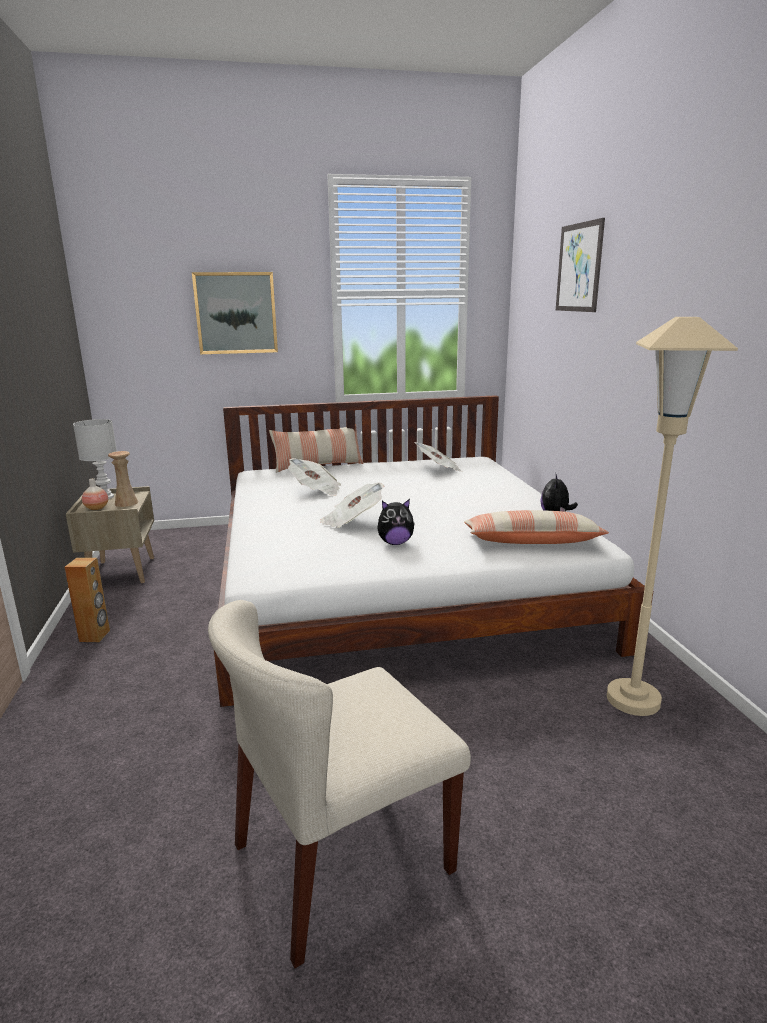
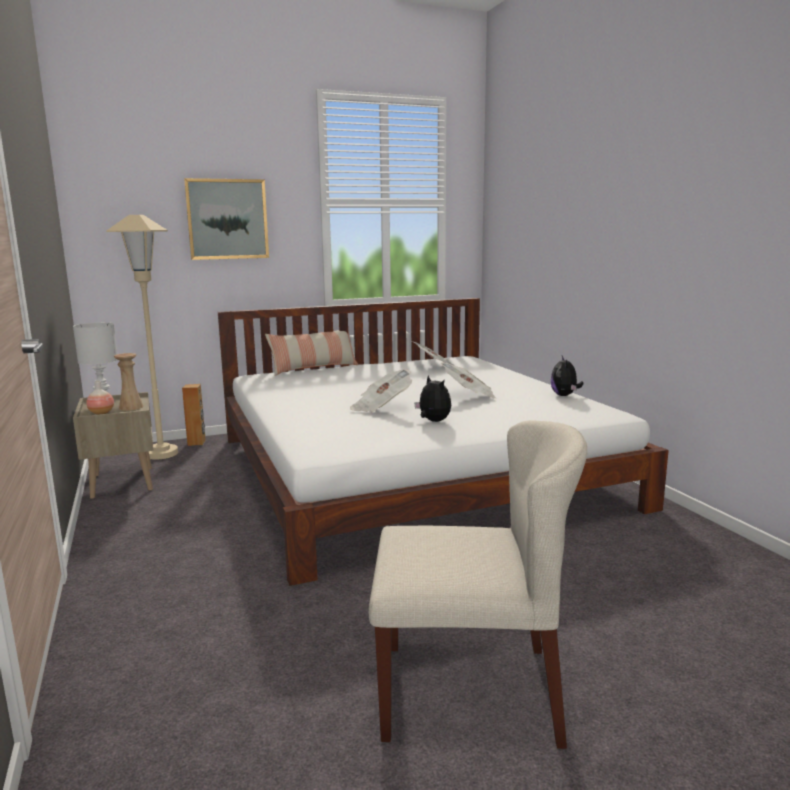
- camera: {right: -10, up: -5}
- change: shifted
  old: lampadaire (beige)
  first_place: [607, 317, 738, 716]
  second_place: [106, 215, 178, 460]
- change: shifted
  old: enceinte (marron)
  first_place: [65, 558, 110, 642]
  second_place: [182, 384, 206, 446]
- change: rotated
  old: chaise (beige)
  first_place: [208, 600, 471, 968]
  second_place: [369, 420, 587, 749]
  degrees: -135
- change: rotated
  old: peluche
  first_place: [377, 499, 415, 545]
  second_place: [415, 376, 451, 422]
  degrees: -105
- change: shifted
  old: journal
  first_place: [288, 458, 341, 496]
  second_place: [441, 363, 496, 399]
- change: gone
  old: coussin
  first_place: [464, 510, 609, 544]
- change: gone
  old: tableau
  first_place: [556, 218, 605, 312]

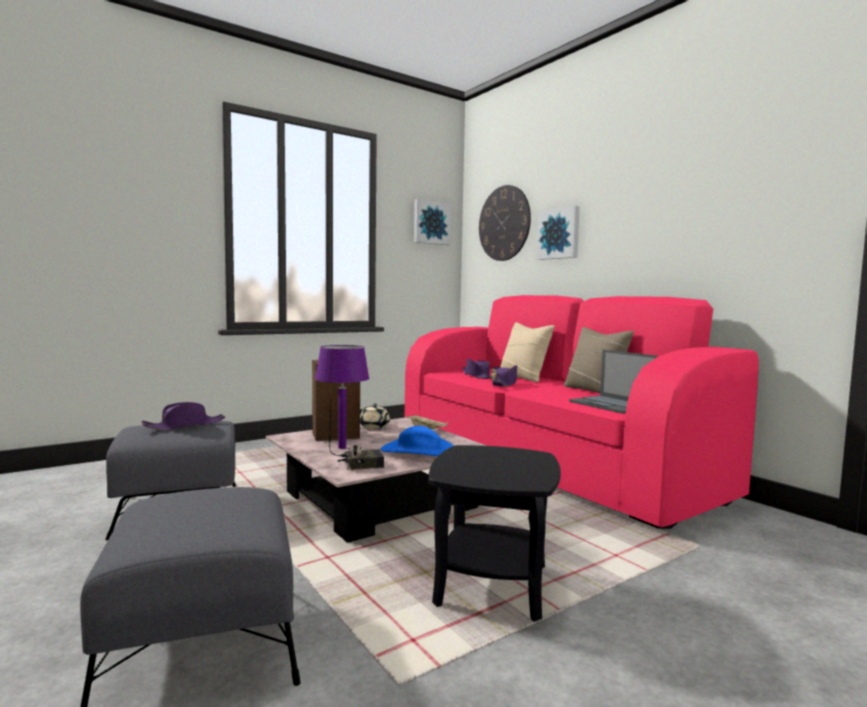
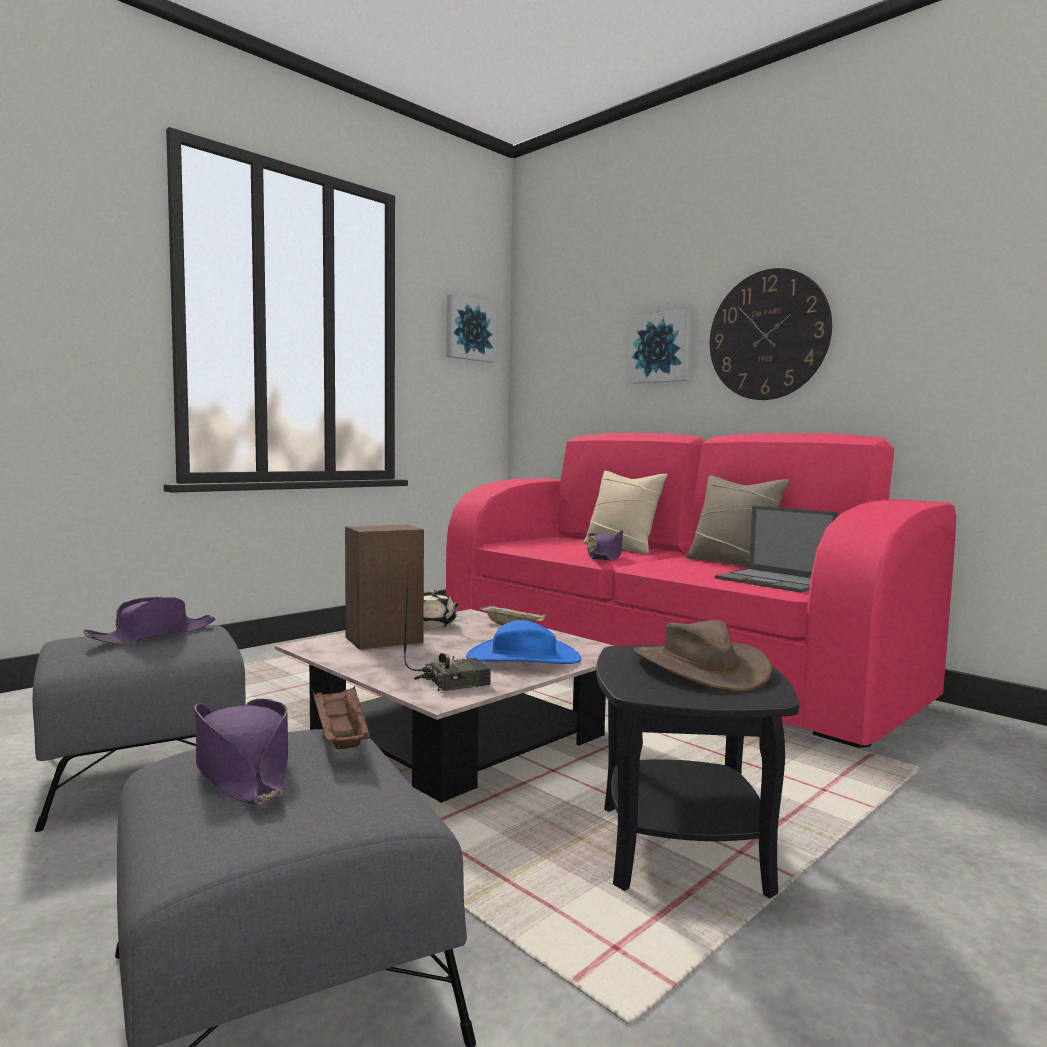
- camera: {right: -10, up: 0}
- change: shifted
  old: chapeau (violet)
  first_place: [463, 358, 492, 379]
  second_place: [195, 699, 289, 804]
- change: new
  new: plateau (marron)
  second_place: [313, 686, 370, 749]
- change: new
  new: chapeau (marron)
  second_place: [633, 620, 773, 692]
- change: shifted
  old: horloge murale
  first_place: [479, 185, 531, 261]
  second_place: [710, 268, 832, 400]
- change: gone
  old: lampe de table (violet)
  first_place: [315, 345, 369, 449]

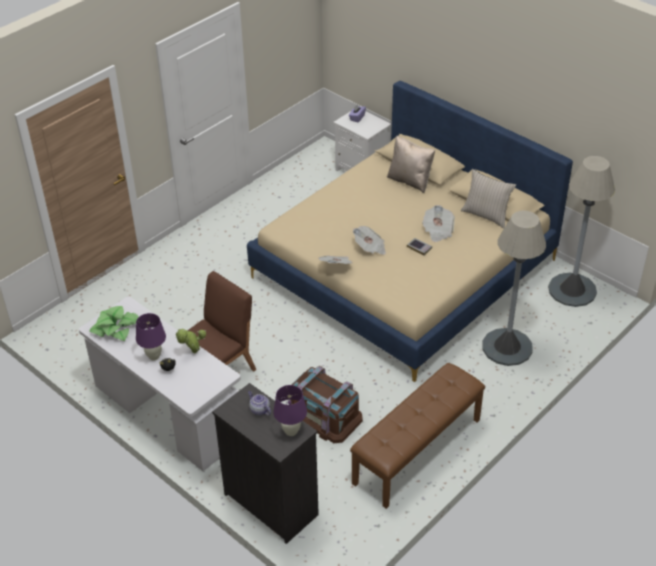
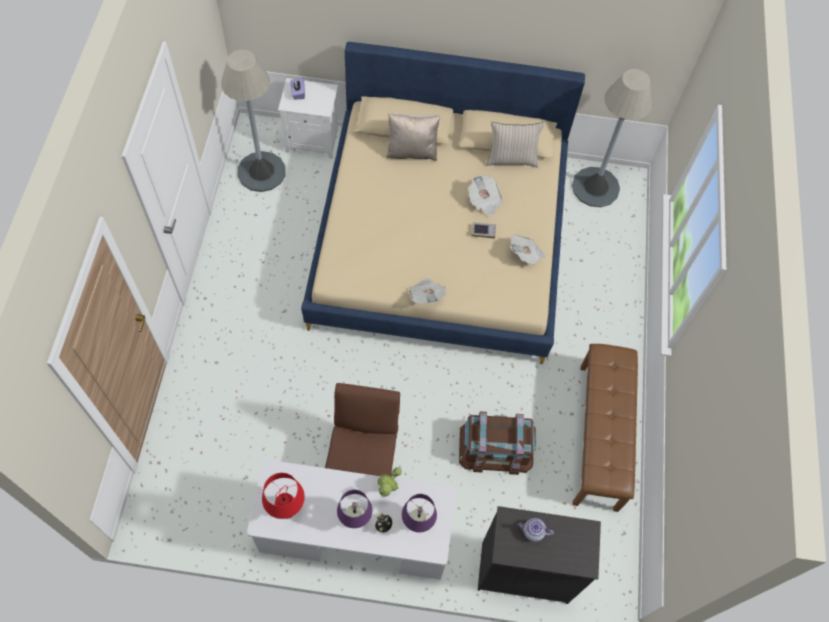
- camera: {right: -40, up: 20}
- change: shifted
  old: lampadaire (gris)
  first_place: [482, 211, 546, 366]
  second_place: [221, 50, 286, 192]
- change: swapped
  old: plante en pot
  new: lampe de table (rouge)
  first_place: [89, 306, 139, 341]
  second_place: [262, 473, 305, 519]
- change: shifted
  old: lampe de table (violet)
  first_place: [273, 385, 307, 436]
  second_place: [402, 494, 437, 532]
- change: shifted
  old: journal
  first_place: [353, 226, 386, 255]
  second_place: [510, 234, 546, 265]

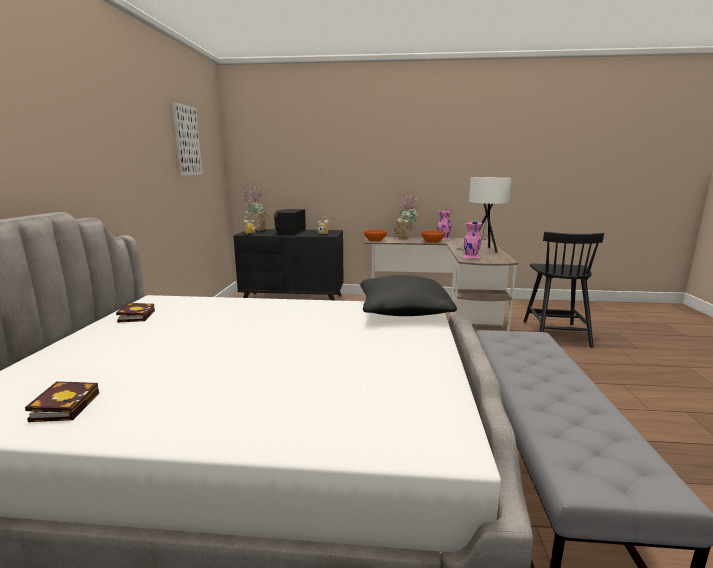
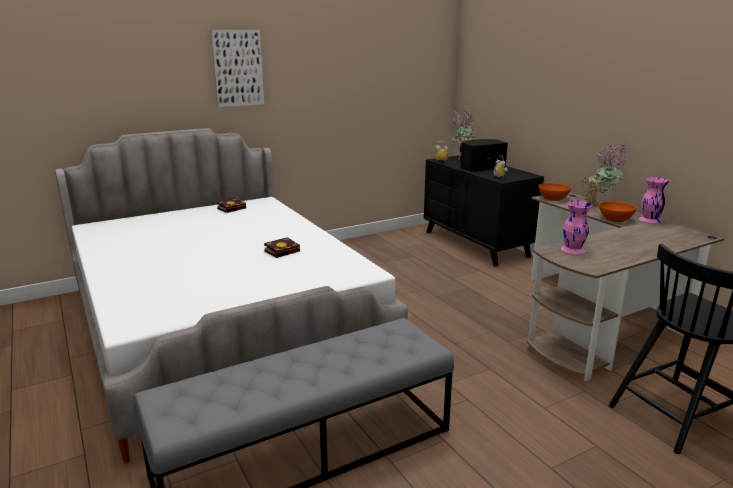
- camera: {right: 55, up: 5}
- change: shifted
  old: tableau
  first_place: [172, 102, 202, 176]
  second_place: [211, 30, 264, 107]
- change: shifted
  old: livre
  first_place: [25, 381, 99, 422]
  second_place: [264, 237, 300, 258]
- change: gone
  old: coussin (noir)
  first_place: [360, 275, 457, 316]
- change: gone
  old: lampe de table (blanc)
  first_place: [457, 177, 511, 253]

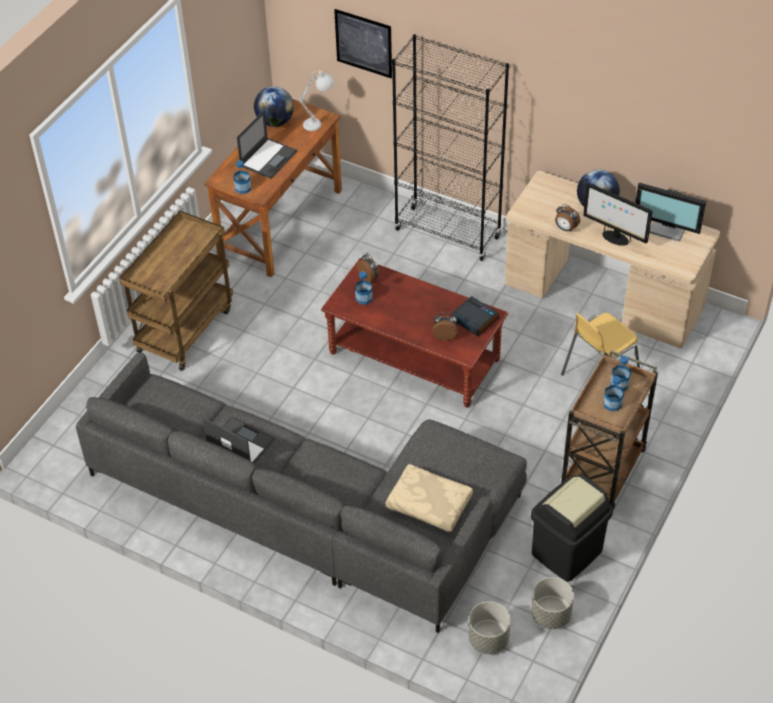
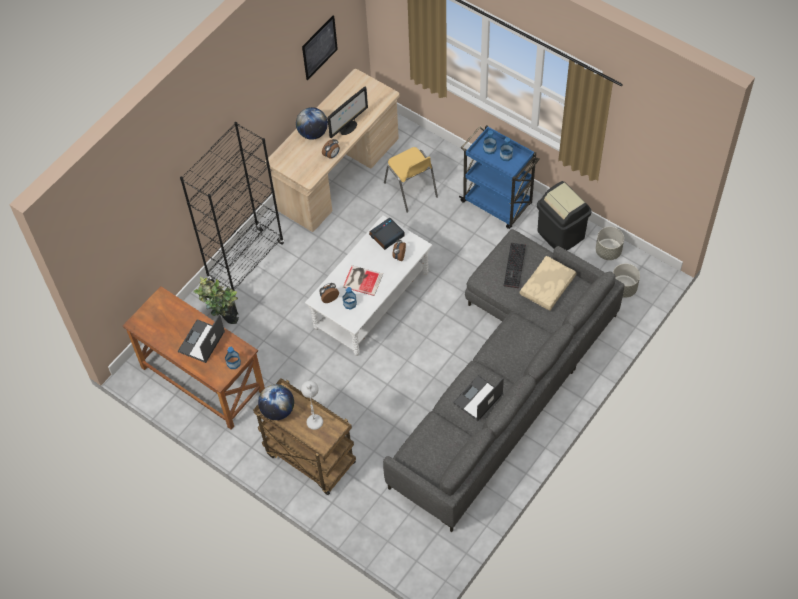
- camera: {right: -80, up: 10}
- change: rotated
  old: ordinateur portable
  first_place: [237, 110, 297, 179]
  second_place: [177, 314, 225, 363]
  degrees: -105
- change: new
  new: plante en pot
  second_place: [193, 276, 239, 324]
- change: shifted
  old: globe
  first_place: [254, 86, 294, 127]
  second_place: [258, 384, 294, 420]
- change: shifted
  old: lampe de table (blanc)
  first_place: [299, 70, 335, 131]
  second_place: [301, 380, 323, 430]
- change: shifted
  old: tableau
  first_place: [334, 9, 392, 78]
  second_place: [302, 15, 338, 80]
- change: repainted
  old: table basse (marron)
  new: table basse (blanc)
  first_place: [321, 258, 508, 407]
  second_place: [305, 215, 432, 356]
- change: new
  new: livre
  second_place: [343, 265, 383, 296]
- change: repainted
  old: chariot (marron)
  new: chariot (bleu)
  first_place: [561, 350, 658, 509]
  second_place: [459, 125, 540, 229]
- change: new
  new: clavier
  second_place: [504, 243, 526, 288]
- change: gone
  old: écran d'ordinateur
  first_place: [635, 182, 706, 242]

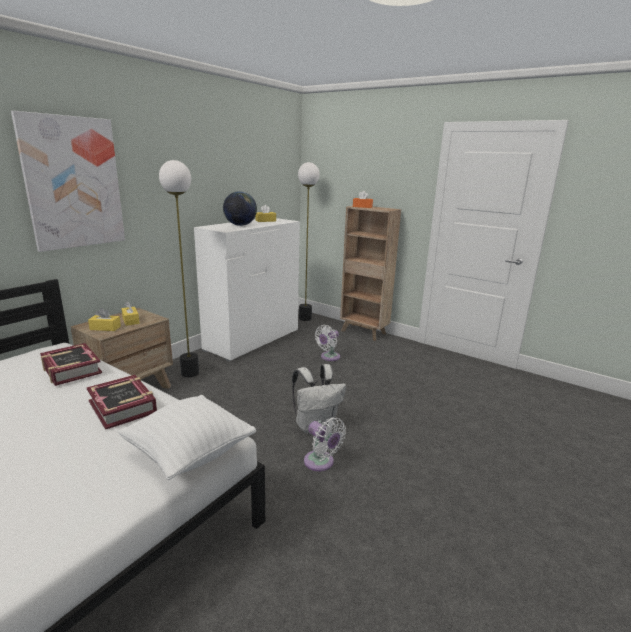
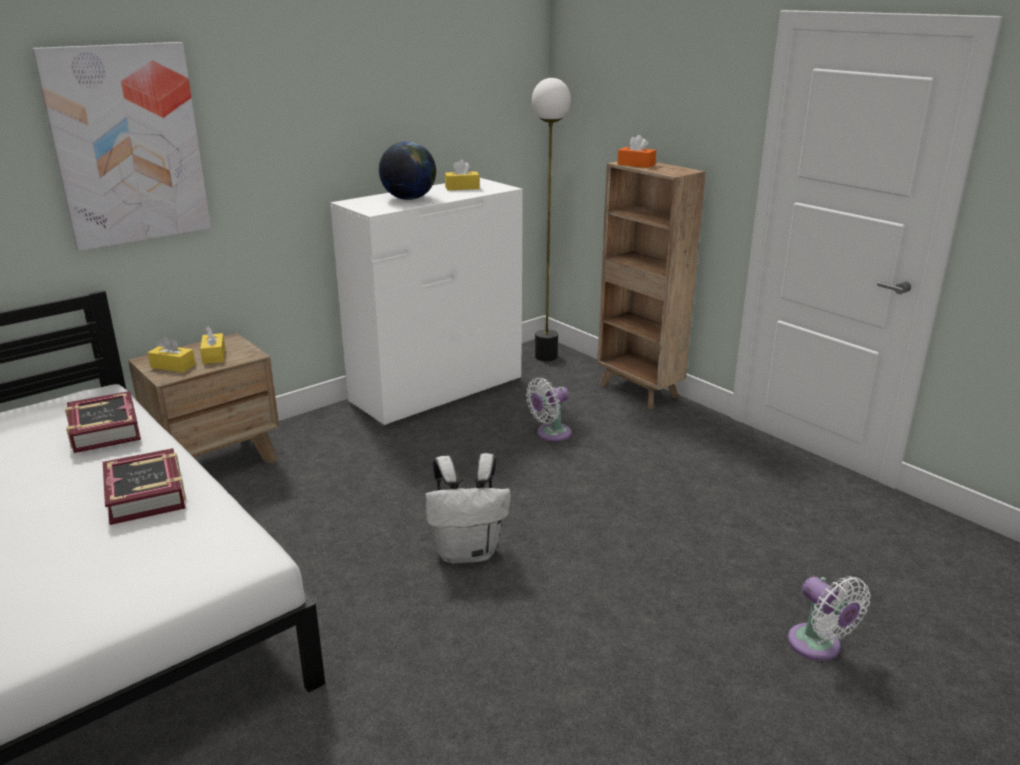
- camera: {right: 15, up: 5}
- change: shifted
  old: ventilateur (blanc)
  first_place: [304, 418, 346, 471]
  second_place: [788, 576, 870, 661]
- change: gone
  old: coussin (blanc)
  first_place: [118, 395, 256, 480]
- change: gone
  old: lampadaire
  first_place: [159, 160, 199, 377]

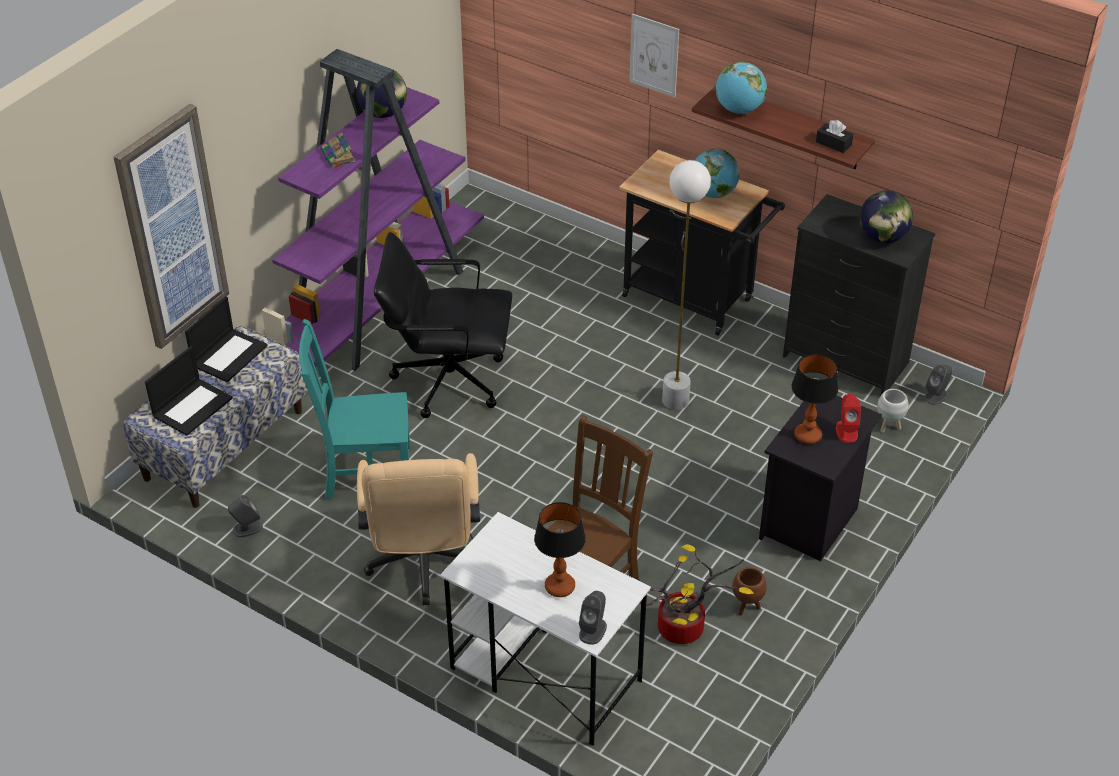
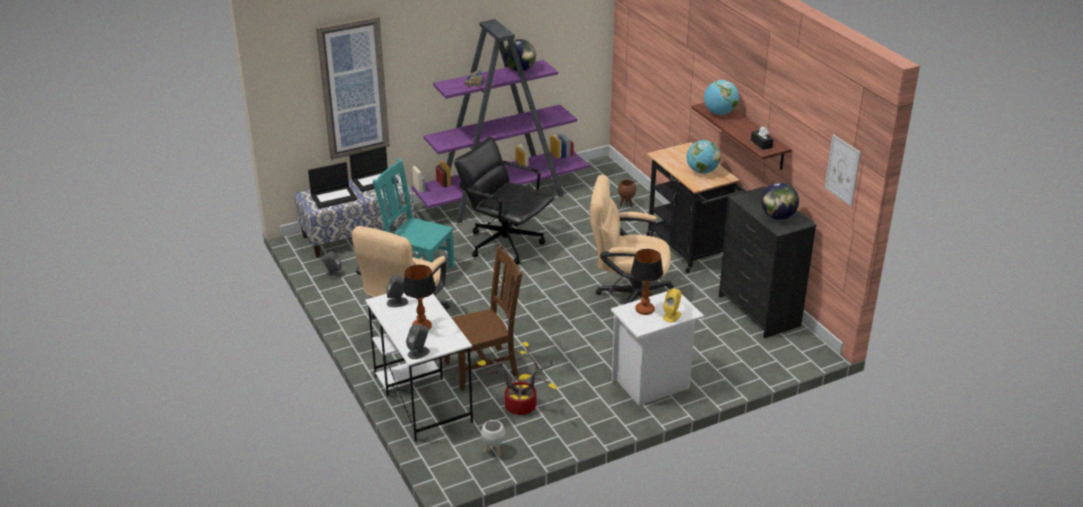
- camera: {right: 30, up: -10}
- change: shifted
  old: enceinte (gris)
  first_place: [924, 364, 953, 405]
  second_place: [387, 275, 408, 307]
- change: shifted
  old: cache-pot (blanc)
  first_place: [877, 389, 909, 433]
  second_place: [481, 420, 505, 456]
- change: swapped
  old: lampadaire (blanc)
  new: chaise de bureau (beige)
  first_place: [662, 160, 711, 410]
  second_place: [590, 175, 674, 305]
- change: repainted
  old: table de chevet (noir)
  new: table de chevet (blanc)
  first_place: [759, 396, 882, 561]
  second_place: [611, 291, 704, 406]
- change: shifted
  old: cache-pot (marron)
  first_place: [732, 567, 767, 615]
  second_place: [618, 180, 636, 207]
- change: repainted
  old: enceinte (rouge)
  new: enceinte (jaune)
  first_place: [836, 394, 861, 443]
  second_place: [663, 289, 681, 323]
- change: shifted
  old: tableau
  first_place: [629, 14, 679, 98]
  second_place: [825, 134, 861, 207]

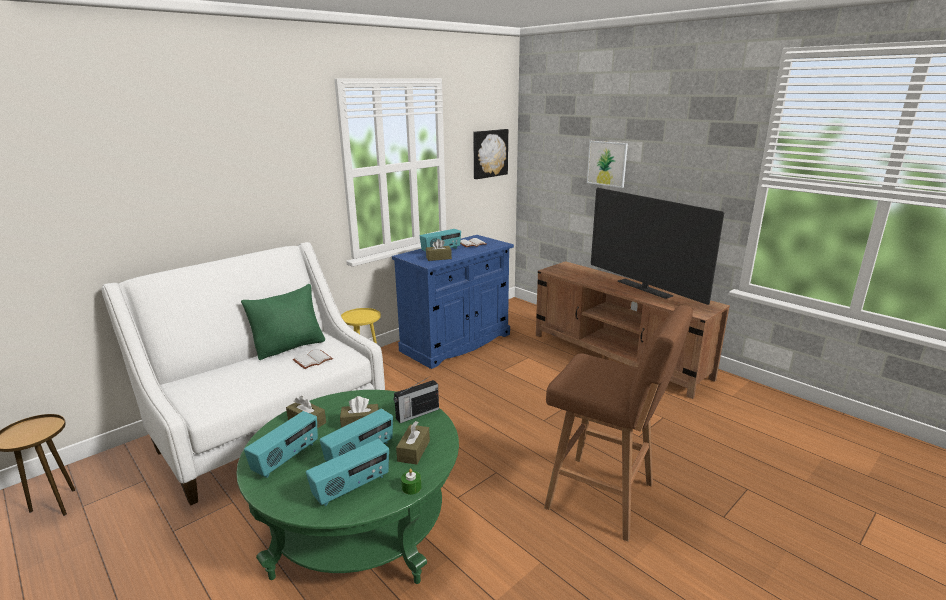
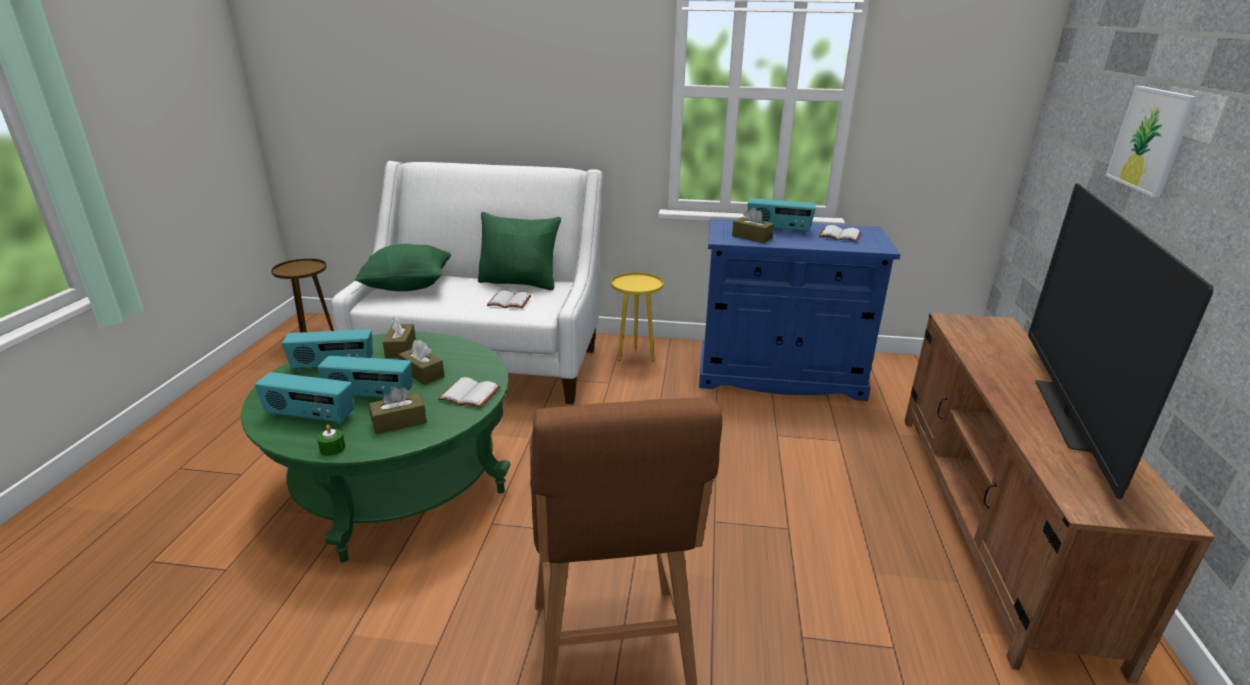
- camera: {right: 50, up: 5}
- change: new
  new: coussin (vert)
  second_place: [355, 244, 451, 291]
- change: swapped
  old: radio
  new: livre (blanc)
  first_place: [393, 377, 439, 423]
  second_place: [438, 377, 501, 408]
- change: gone
  old: tableau
  first_place: [473, 129, 508, 179]

